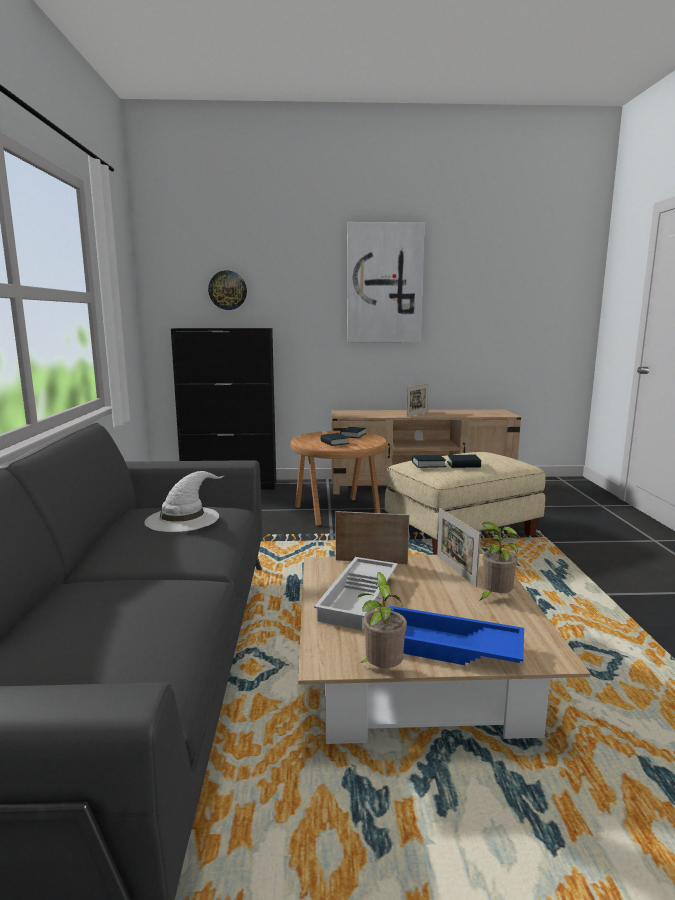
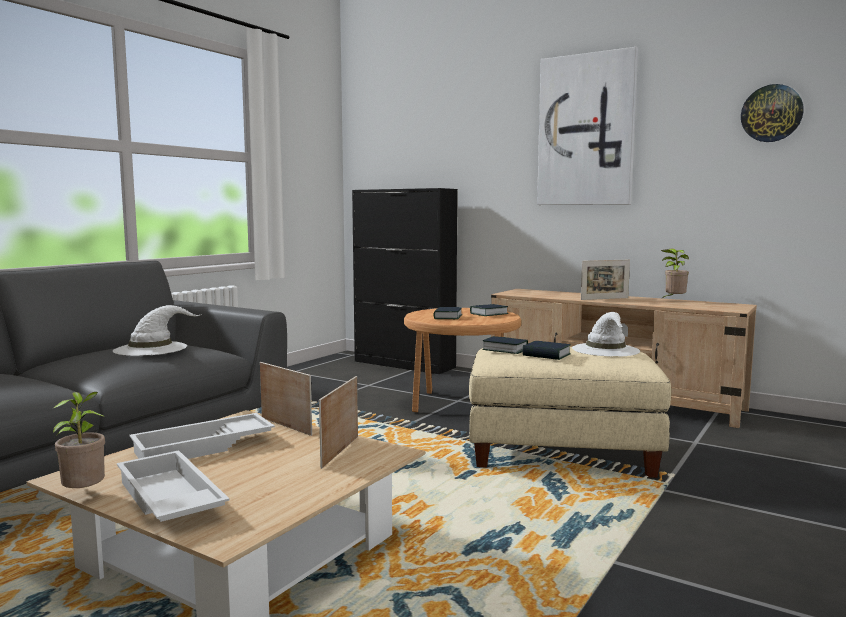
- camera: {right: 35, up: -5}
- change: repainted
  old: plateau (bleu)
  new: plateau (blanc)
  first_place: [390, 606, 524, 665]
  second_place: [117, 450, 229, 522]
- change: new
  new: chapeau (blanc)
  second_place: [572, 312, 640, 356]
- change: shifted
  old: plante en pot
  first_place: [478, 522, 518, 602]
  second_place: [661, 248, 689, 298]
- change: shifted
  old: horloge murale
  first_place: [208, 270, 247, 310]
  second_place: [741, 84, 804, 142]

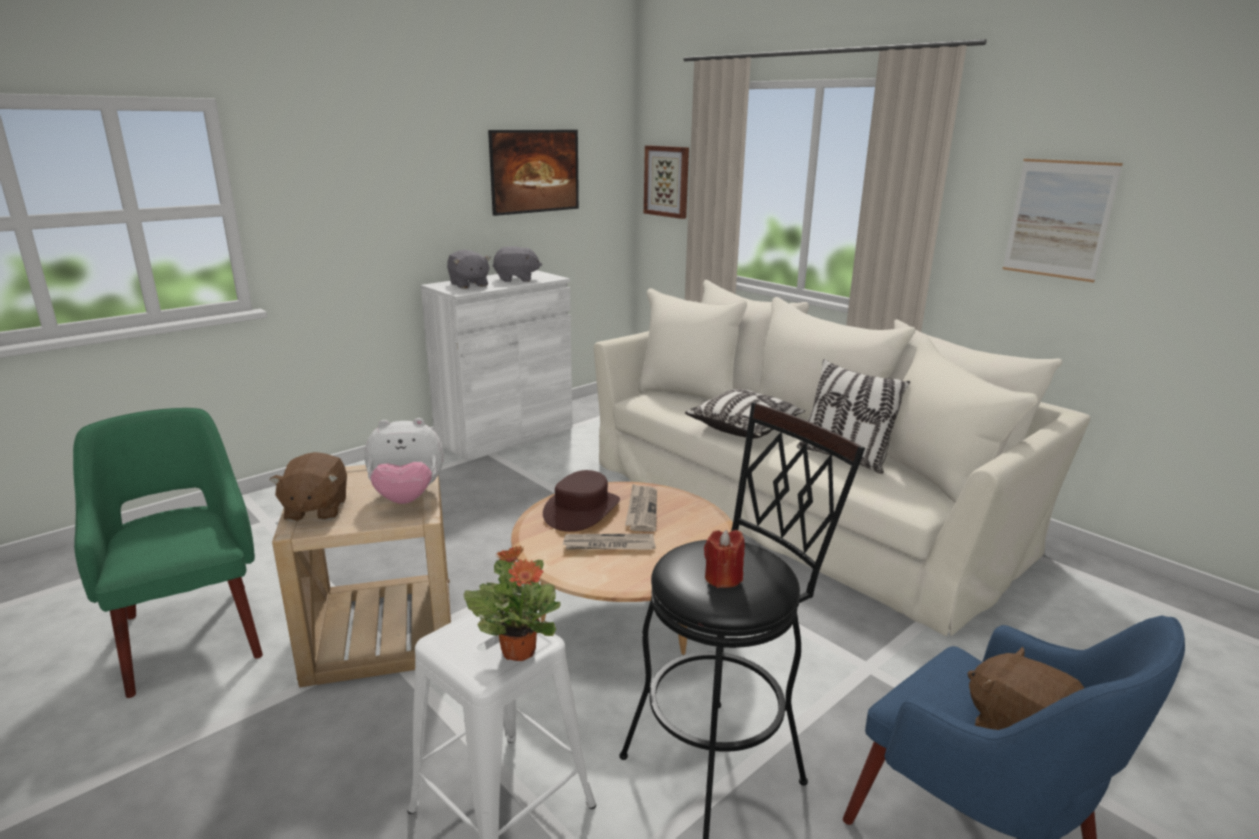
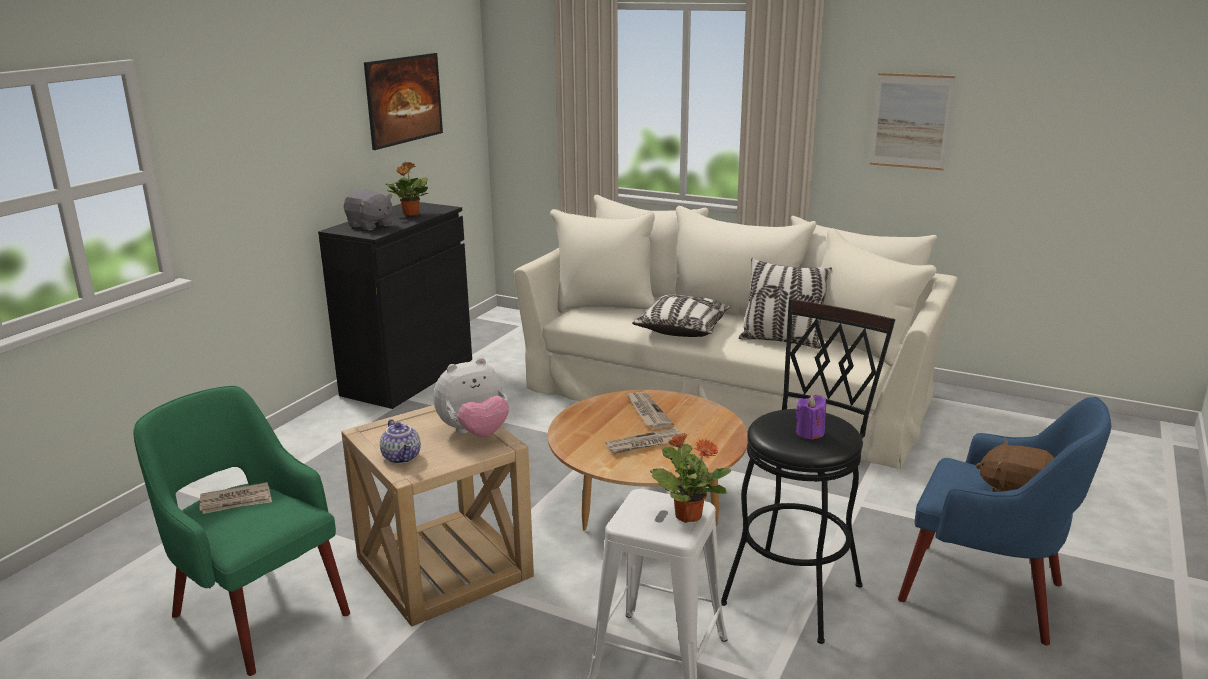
- camera: {right: -20, up: 0}
- change: new
  new: journal
  second_place: [200, 482, 272, 514]
- change: repainted
  old: meuble de rangement (blanc)
  new: meuble de rangement (noir)
  first_place: [421, 270, 572, 461]
  second_place: [318, 202, 472, 409]
- change: swapped
  old: peluche (marron)
  new: théière
  first_place: [270, 452, 347, 521]
  second_place: [380, 419, 421, 464]
- change: swapped
  old: peluche (gris)
  new: plante en pot
  first_place: [493, 246, 542, 282]
  second_place: [386, 162, 428, 216]
- change: repainted
  old: bougie (rouge)
  new: bougie (violet)
  first_place: [704, 530, 745, 588]
  second_place: [795, 395, 826, 440]
- change: gone
  old: chapeau (marron)
  first_place: [543, 470, 620, 532]
- change: gone
  old: tableau
  first_place: [644, 145, 689, 219]

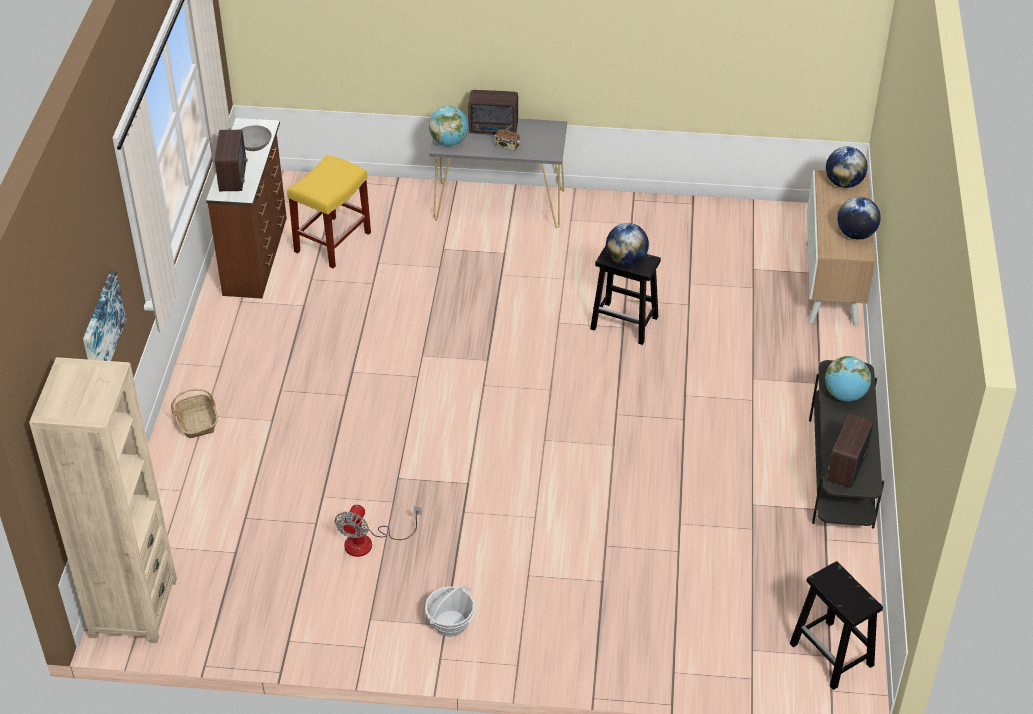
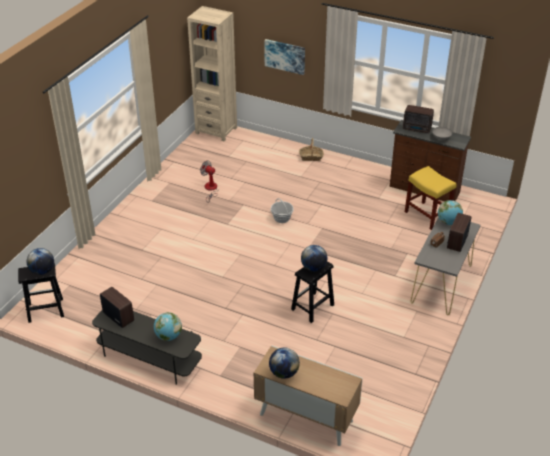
- camera: {right: 110, up: -5}
- change: shifted
  old: globe
  first_place: [826, 146, 868, 188]
  second_place: [27, 248, 54, 275]
- change: shifted
  old: panier
  first_place: [425, 586, 475, 637]
  second_place: [271, 198, 294, 223]

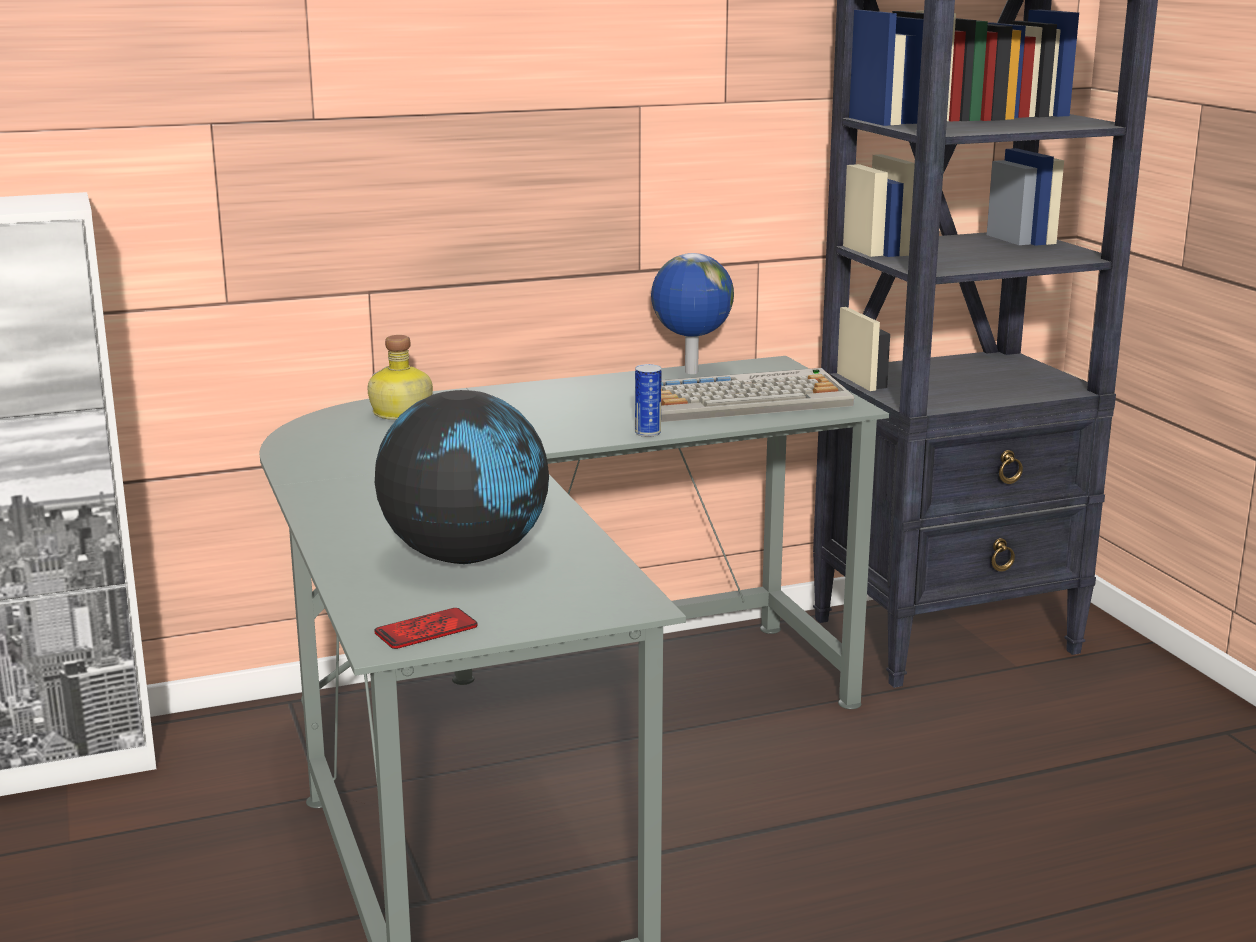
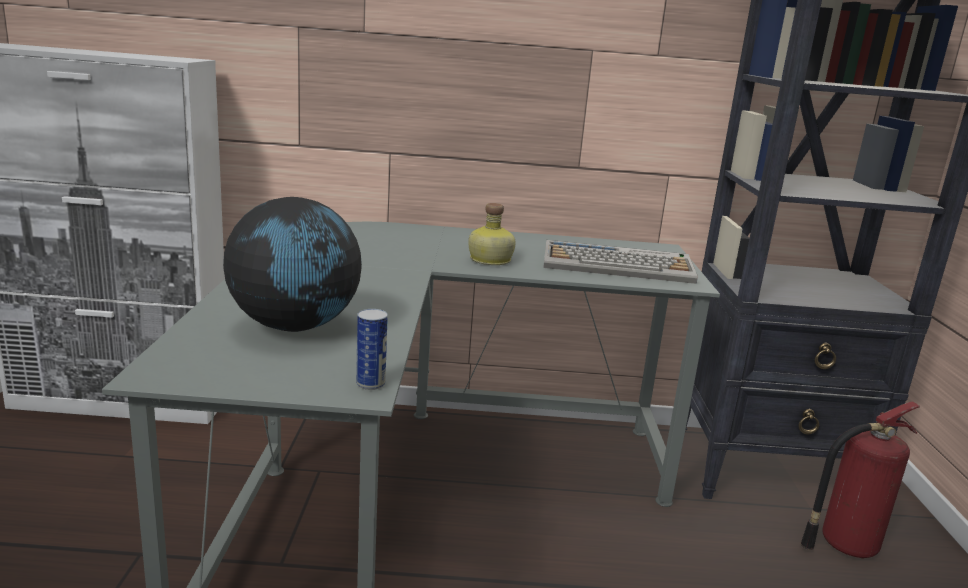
- camera: {right: 20, up: 0}
- change: shifted
  old: boîte métallique
  first_place: [635, 364, 662, 437]
  second_place: [356, 309, 388, 390]
- change: shifted
  old: bouteille
  first_place: [367, 335, 433, 420]
  second_place: [468, 203, 516, 265]
- change: new
  new: extincteur
  second_place: [801, 401, 920, 559]
- change: gone
  old: téléphone
  first_place: [375, 608, 477, 649]
- change: gone
  old: globe
  first_place: [651, 253, 734, 374]

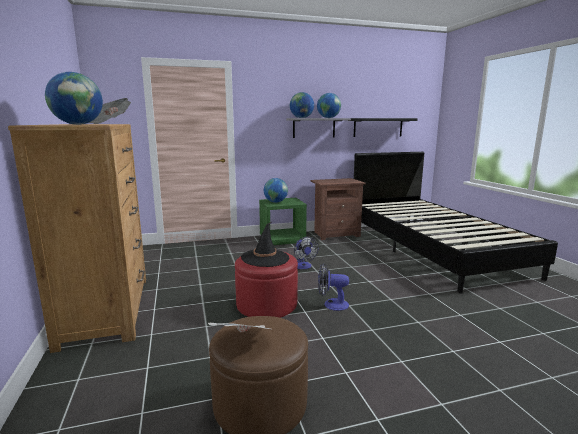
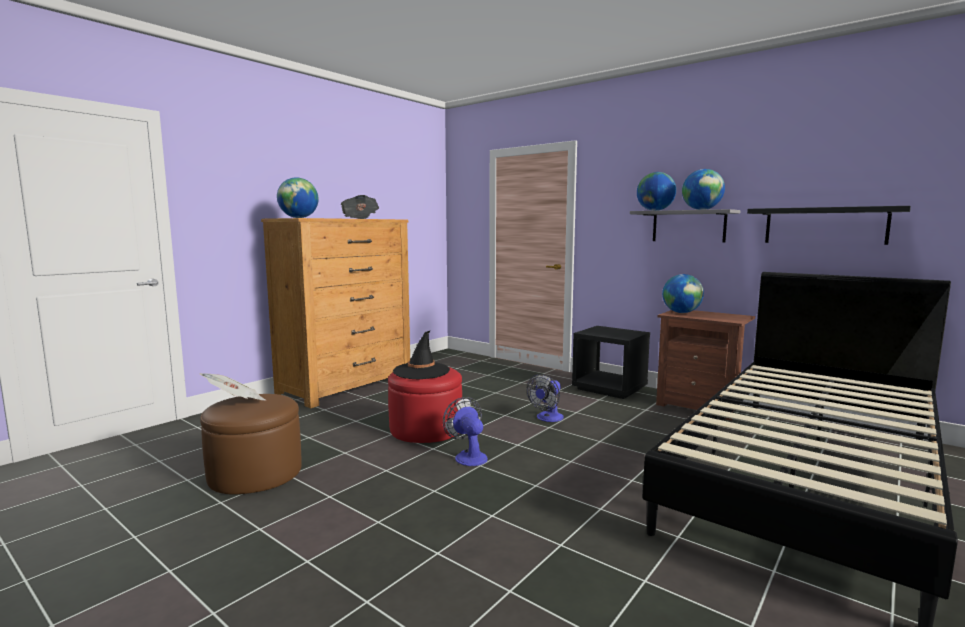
- camera: {right: 55, up: -5}
- change: repainted
  old: table de chevet (vert)
  new: table de chevet (noir)
  first_place: [259, 198, 307, 245]
  second_place: [572, 326, 650, 399]
- change: shifted
  old: globe
  first_place: [264, 178, 288, 203]
  second_place: [662, 274, 704, 313]

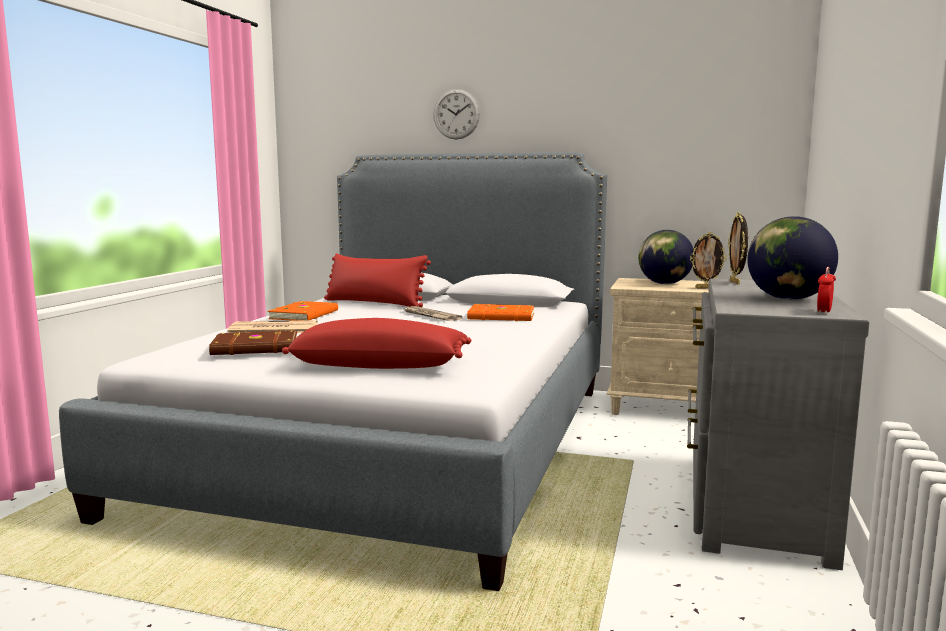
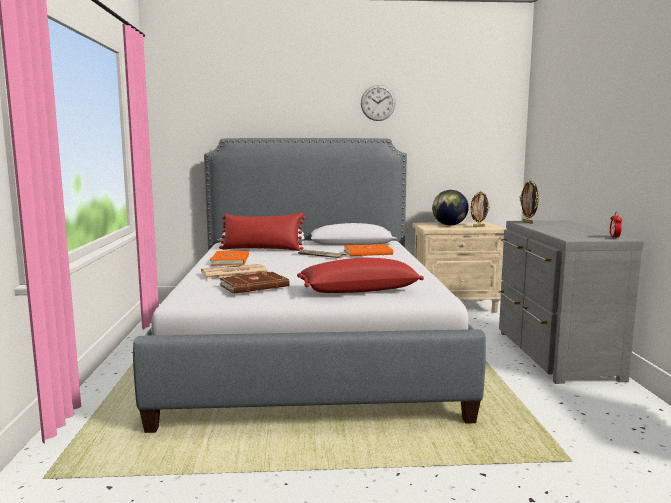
- camera: {right: -20, up: 0}
- change: shifted
  old: horloge murale
  first_place: [433, 89, 480, 140]
  second_place: [361, 85, 396, 121]
- change: gone
  old: globe
  first_place: [747, 216, 838, 300]

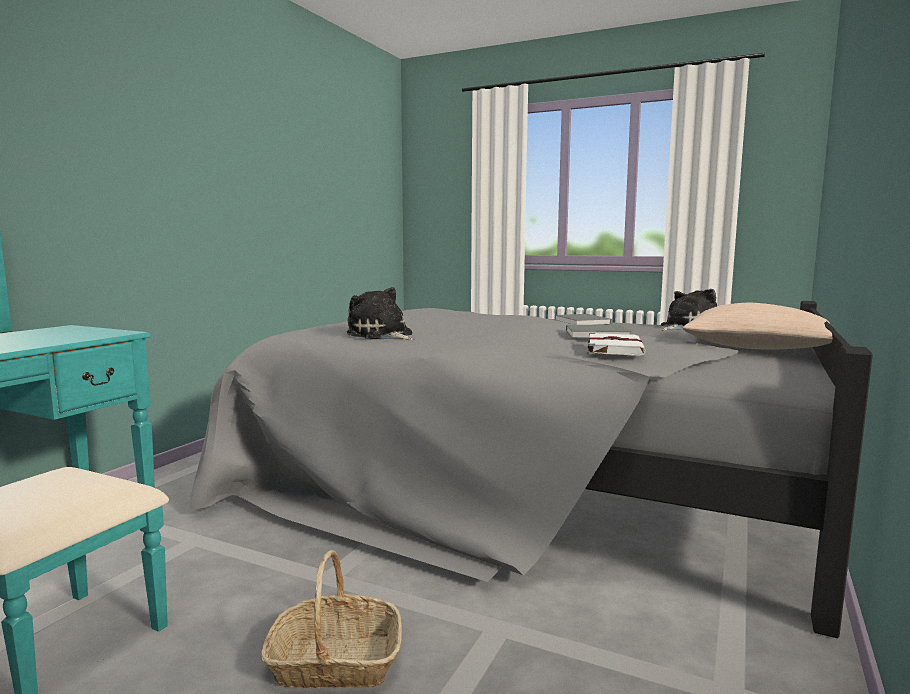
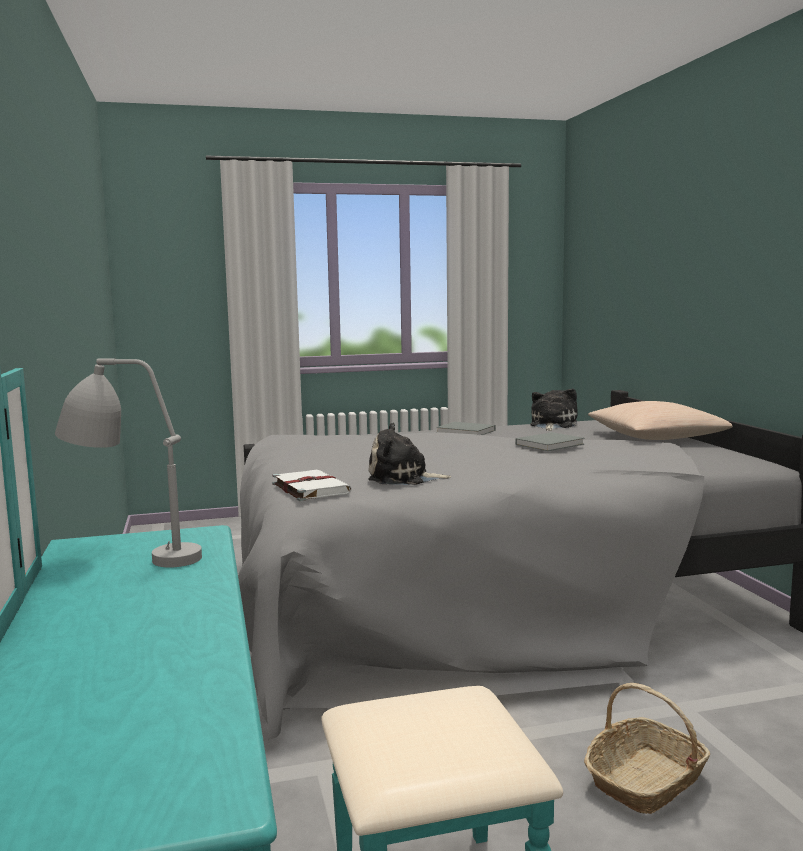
- camera: {right: -40, up: 0}
- change: new
  new: lampe de table (gris)
  second_place: [55, 358, 202, 567]
- change: shifted
  old: livre (blanc)
  first_place: [587, 333, 646, 356]
  second_place: [272, 470, 352, 501]

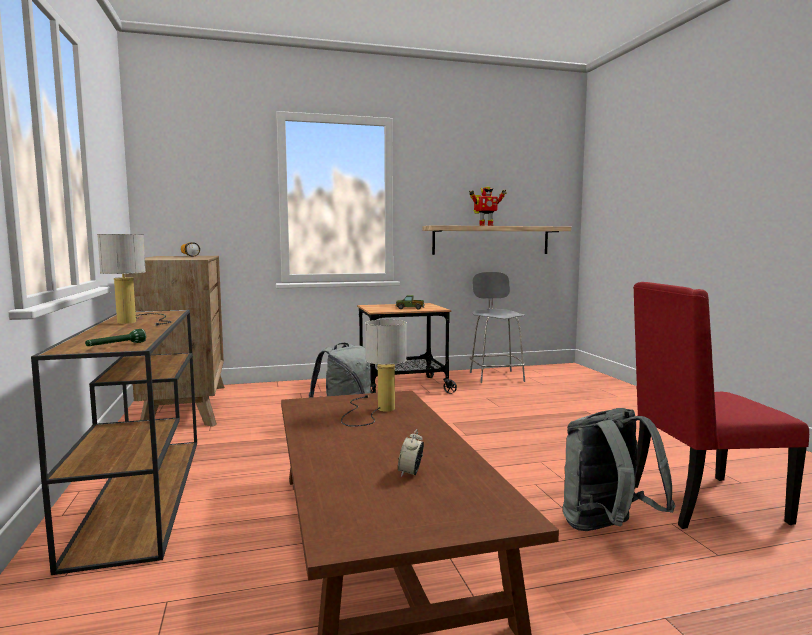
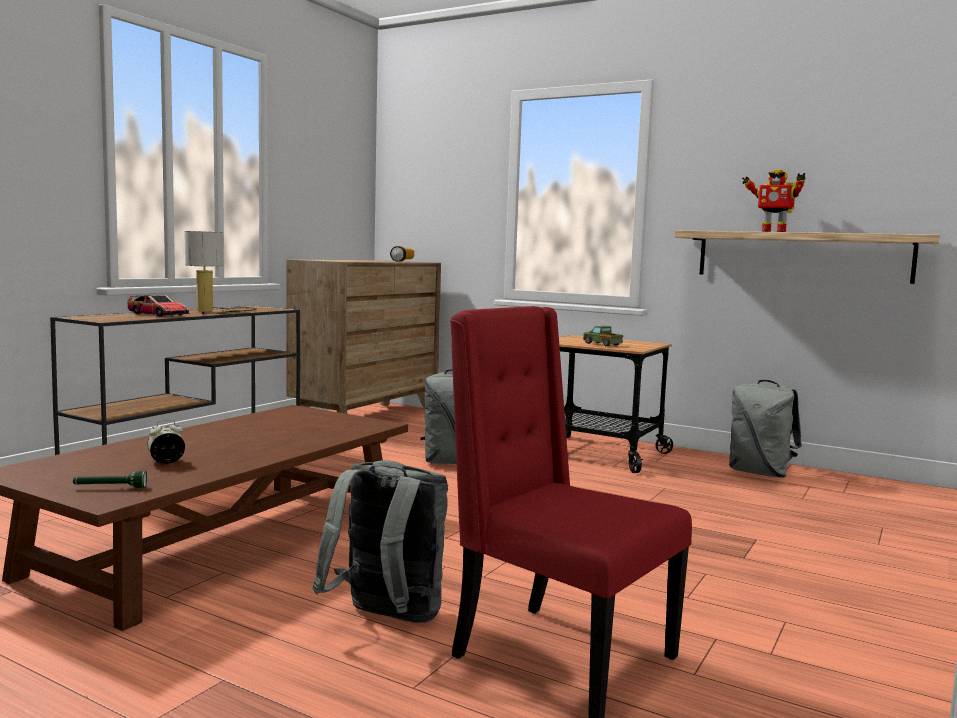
- camera: {right: 45, up: 0}
- change: shifted
  old: lampe de poche (vert)
  first_place: [85, 329, 146, 346]
  second_place: [73, 471, 147, 488]
- change: new
  new: petite voiture
  second_place: [128, 295, 190, 316]
- change: swapped
  old: chaise (gris)
  new: sac à dos (gris)
  first_place: [470, 272, 525, 383]
  second_place: [729, 380, 802, 478]
- change: gone
  old: lampe de table
  first_place: [341, 320, 407, 427]

